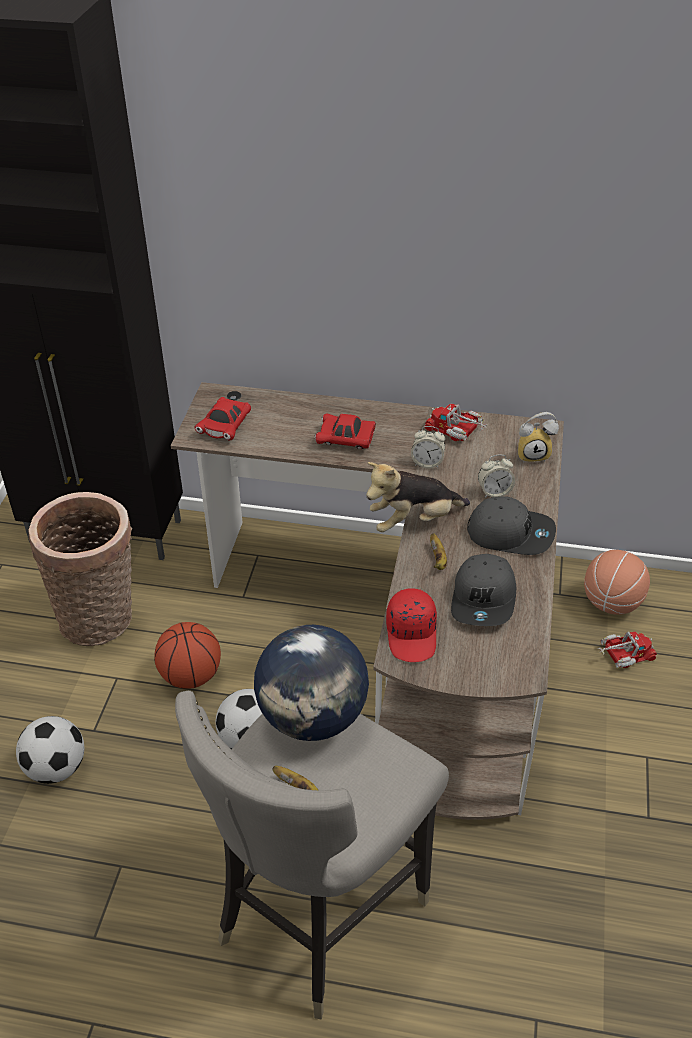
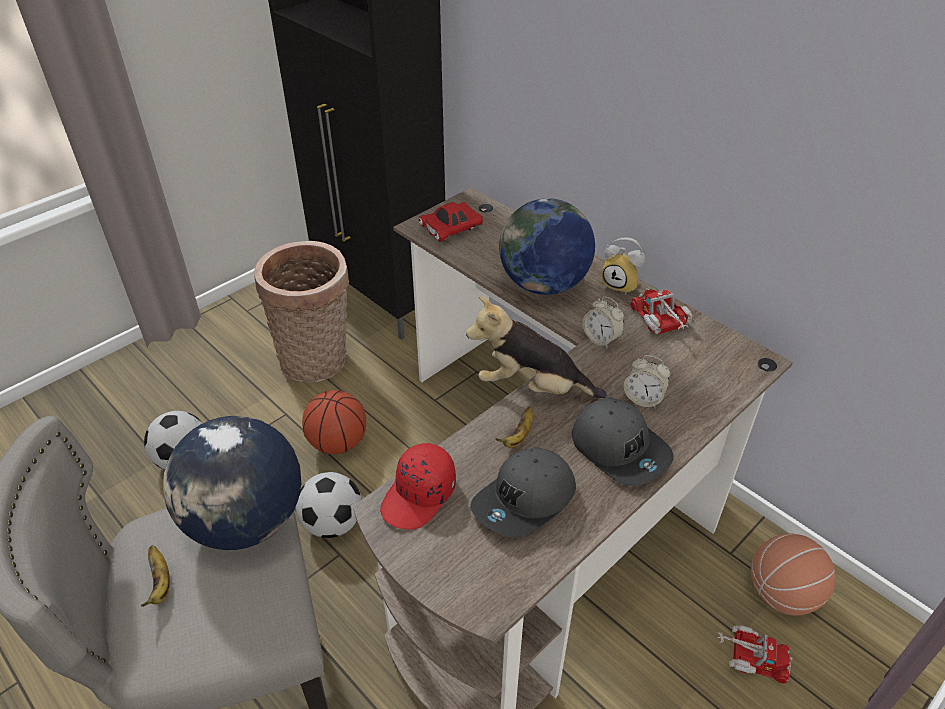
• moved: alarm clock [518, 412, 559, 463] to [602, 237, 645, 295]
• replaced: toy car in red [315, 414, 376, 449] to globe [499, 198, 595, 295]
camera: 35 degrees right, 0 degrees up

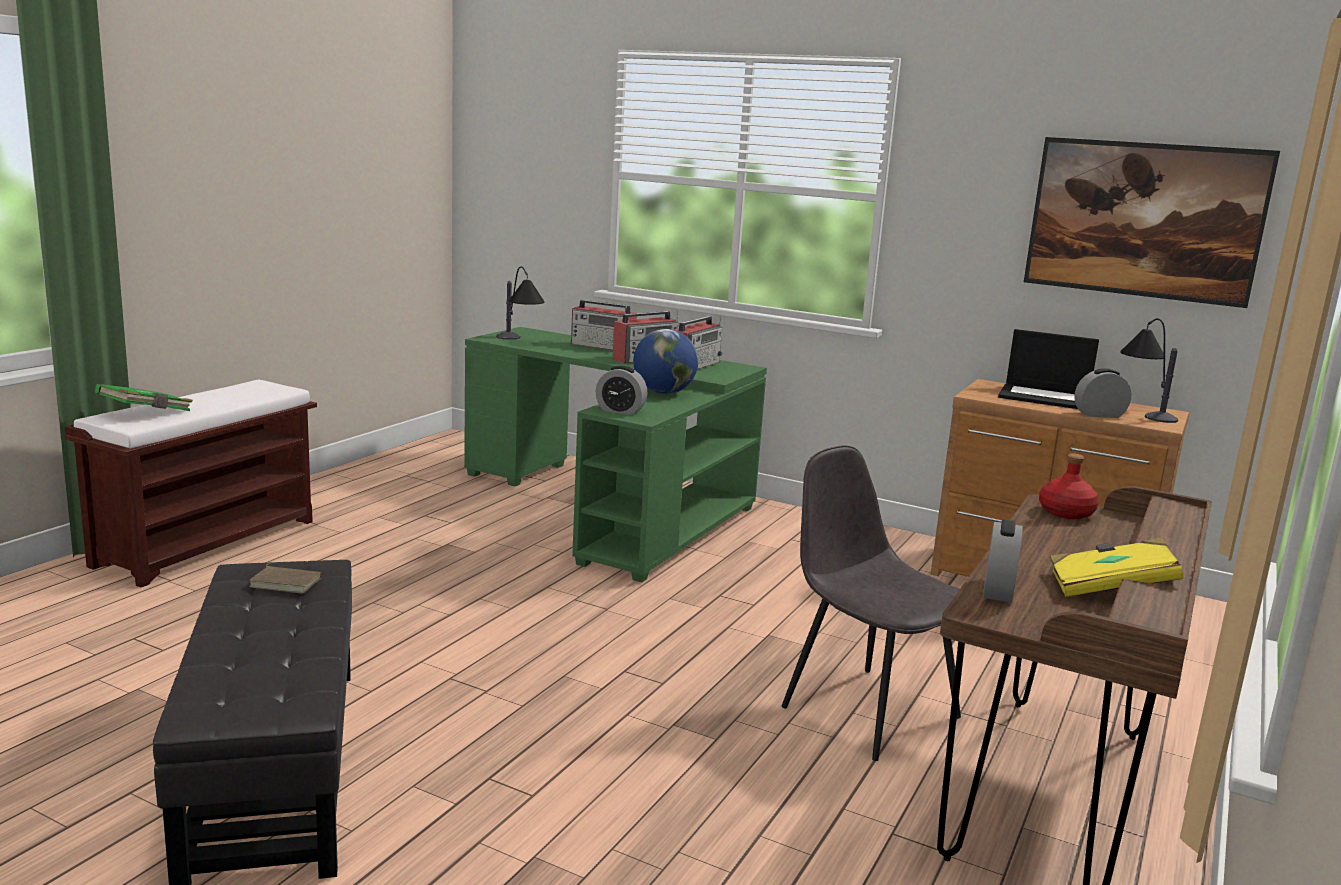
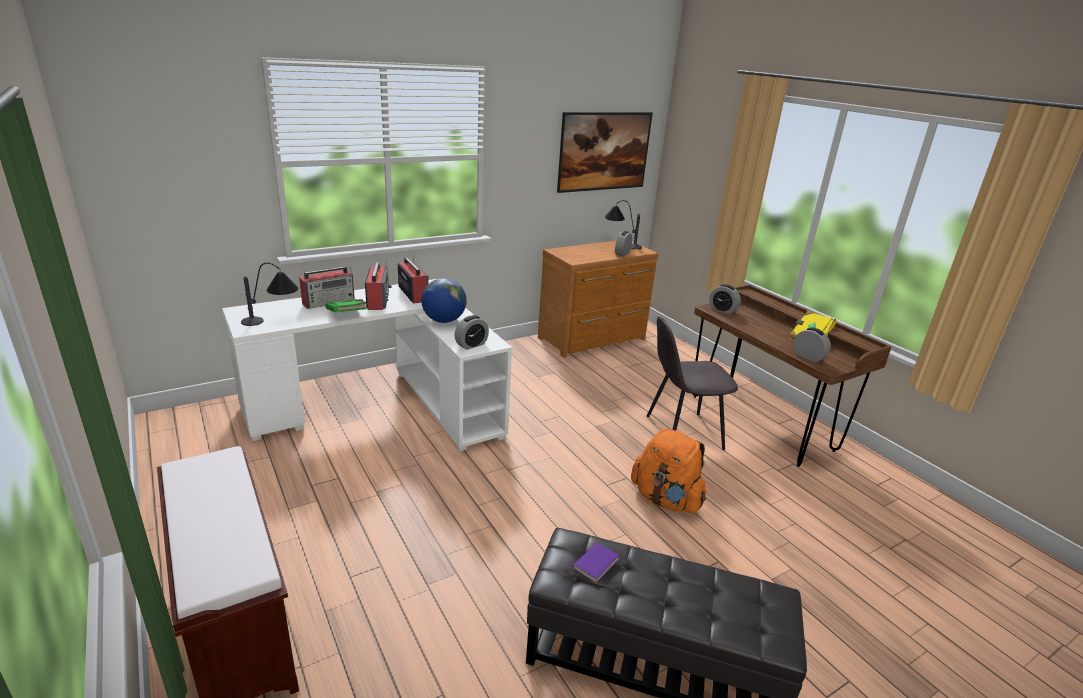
• recoloured: desk in green [464, 327, 767, 583] to desk in white [222, 279, 512, 452]
• removed: laptop [998, 329, 1099, 409]
• moved: book in green [95, 384, 193, 411] to [325, 299, 367, 312]
• replaced: bottle in red [1039, 453, 1099, 519] to alarm clock [709, 284, 741, 314]
• recoloured: book in brown [249, 562, 322, 594] to book in purple [565, 543, 619, 583]
• added: backpack in orange [631, 429, 706, 513]
camera: 60 degrees left, 10 degrees up

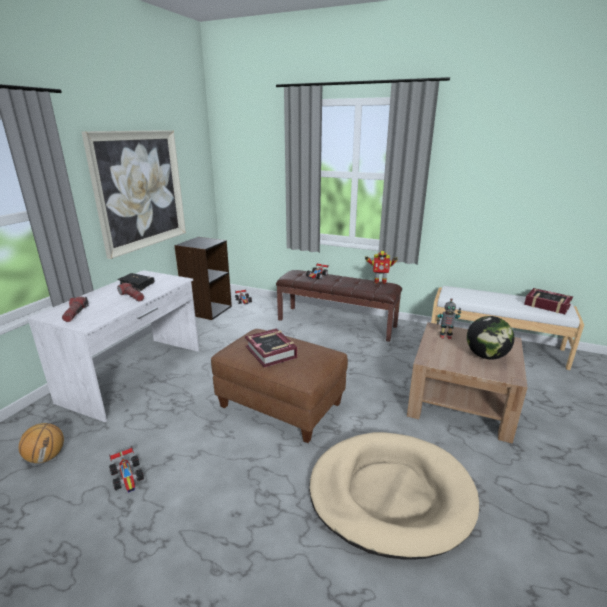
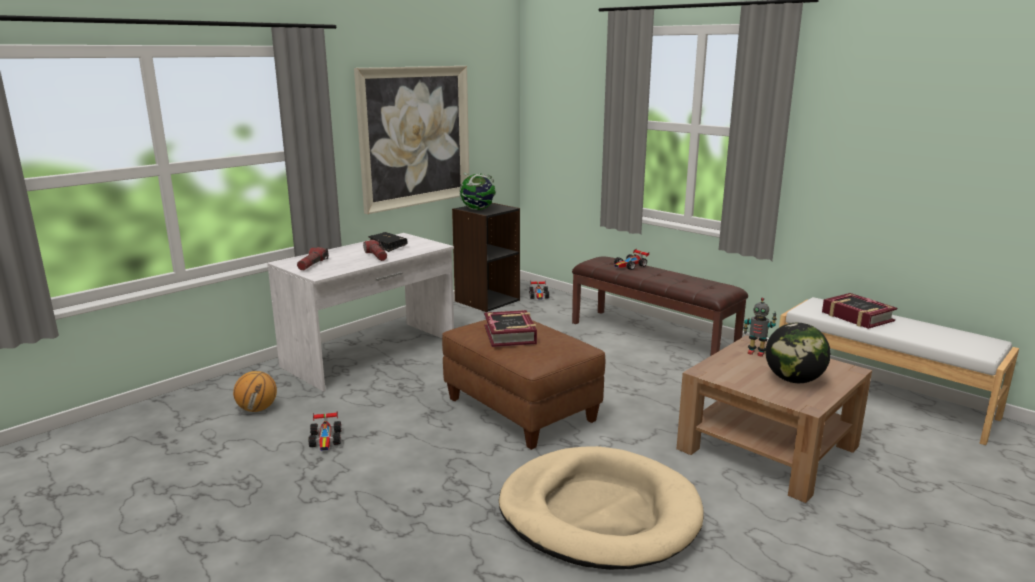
• removed: toy robot [365, 251, 398, 284]
• moved: book [524, 288, 573, 314] to [822, 293, 897, 329]
• added: globe [459, 172, 496, 210]
camera: 20 degrees right, 5 degrees down

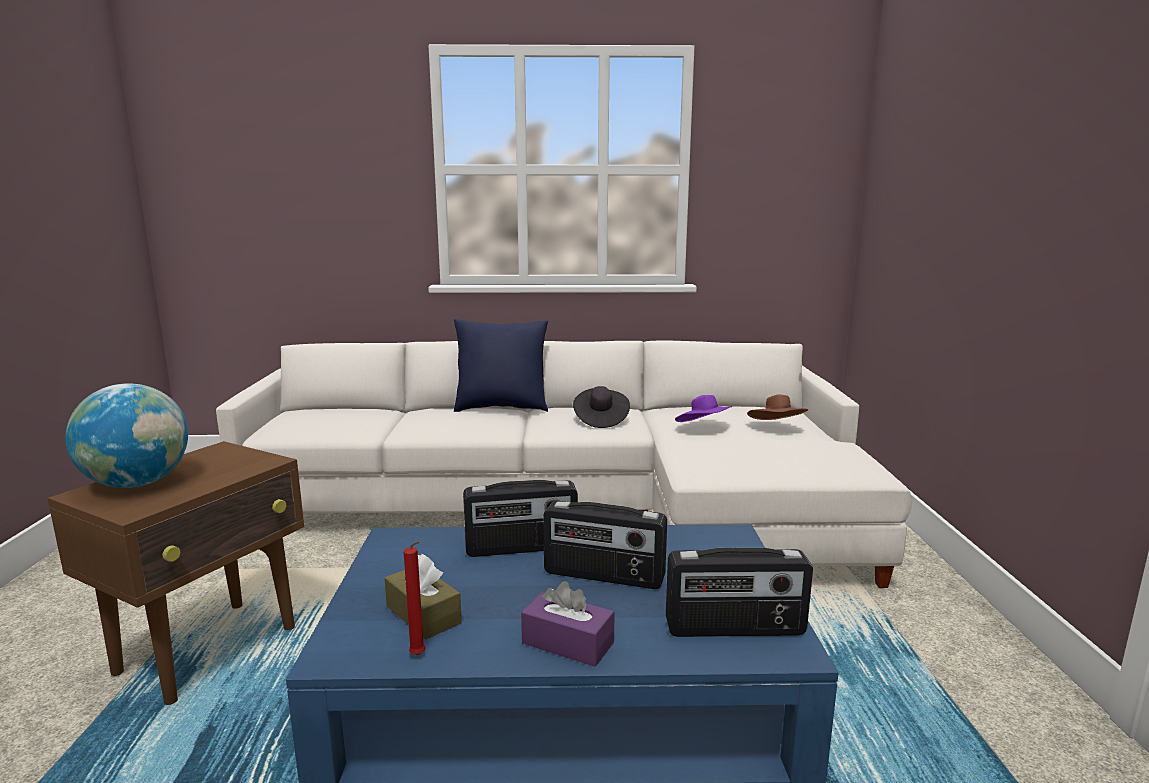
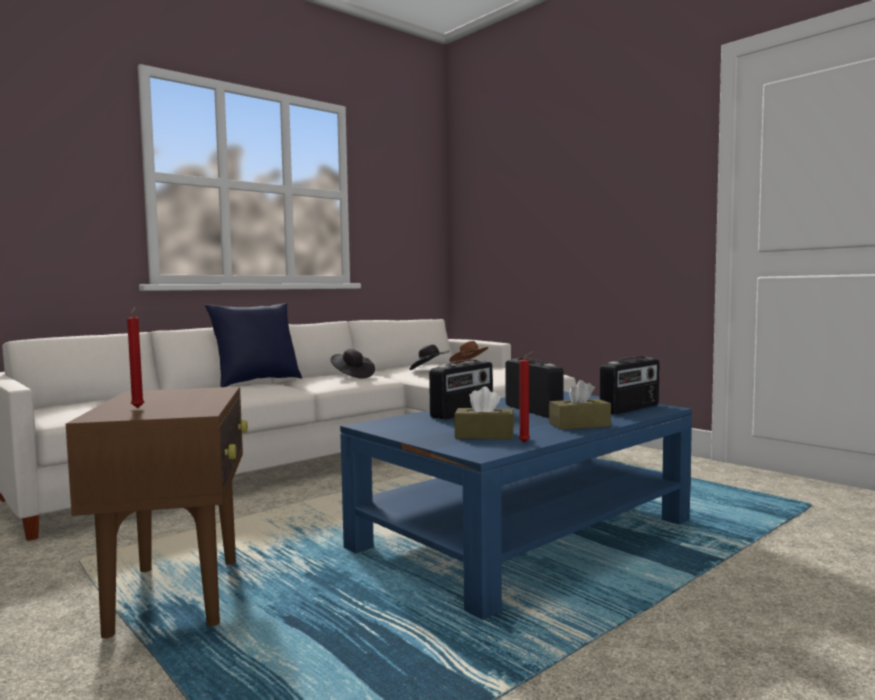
• replaced: globe [65, 383, 188, 488] to candle in red [127, 308, 144, 408]
• recoloured: hat in purple [675, 395, 733, 422] to hat in black [410, 345, 450, 370]
• turned: radio [543, 501, 667, 589] = [505, 358, 564, 418] 90 degrees counterclockwise
• recoloured: tissue box in purple [521, 581, 615, 667] to tissue box in brown [549, 380, 611, 430]
camera: 40 degrees left, 10 degrees down

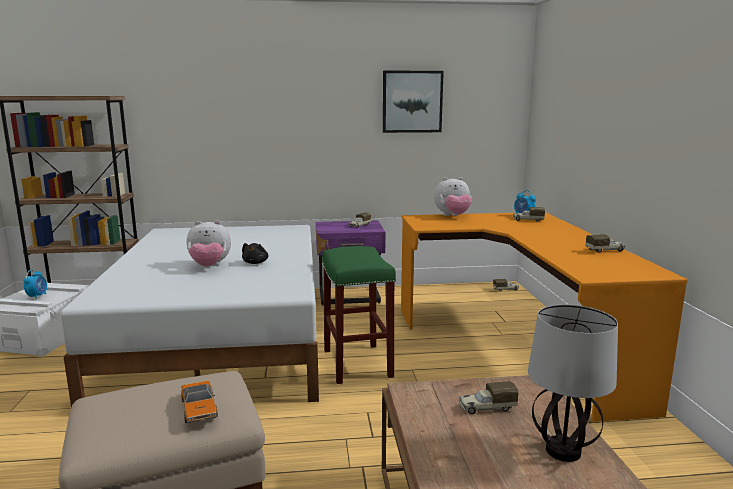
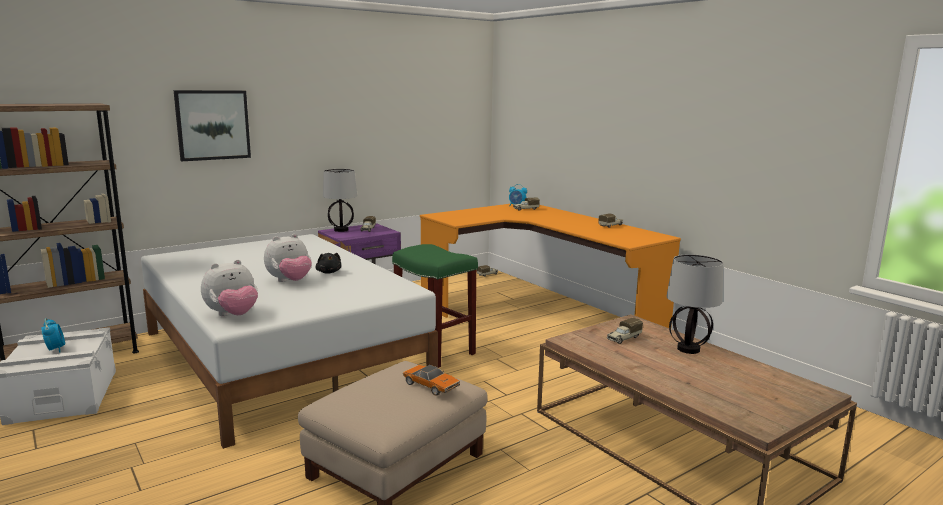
• moved: picture [383, 70, 444, 133] to [174, 90, 251, 161]
• moved: plush toy [434, 177, 472, 216] to [201, 260, 258, 316]
• added: table lamp [323, 169, 357, 232]
camera: 30 degrees left, 0 degrees up

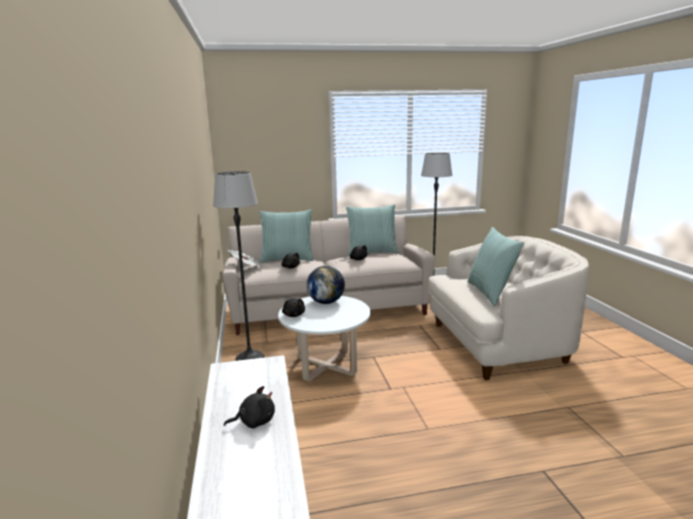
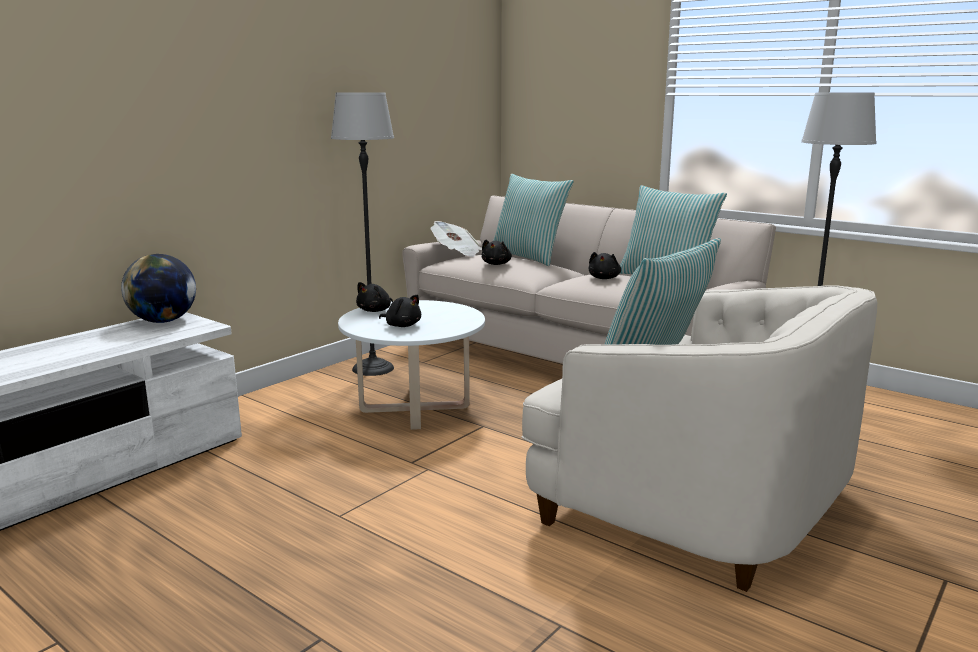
• moved: globe [307, 266, 345, 304] to [121, 254, 196, 323]
• moved: plush toy in black [224, 386, 275, 428] to [379, 295, 421, 327]
camera: 50 degrees right, 0 degrees up

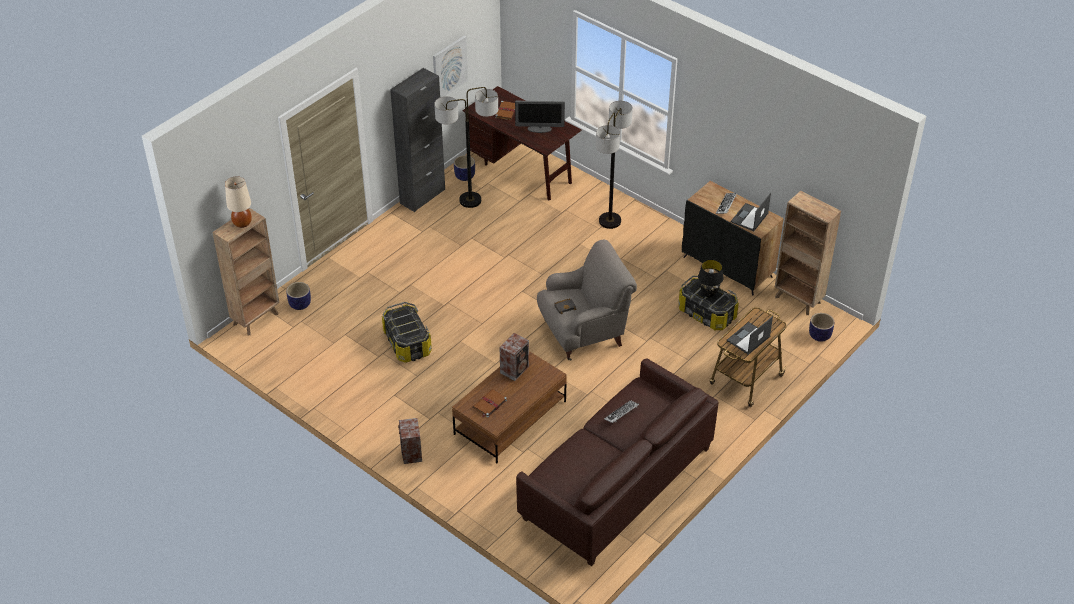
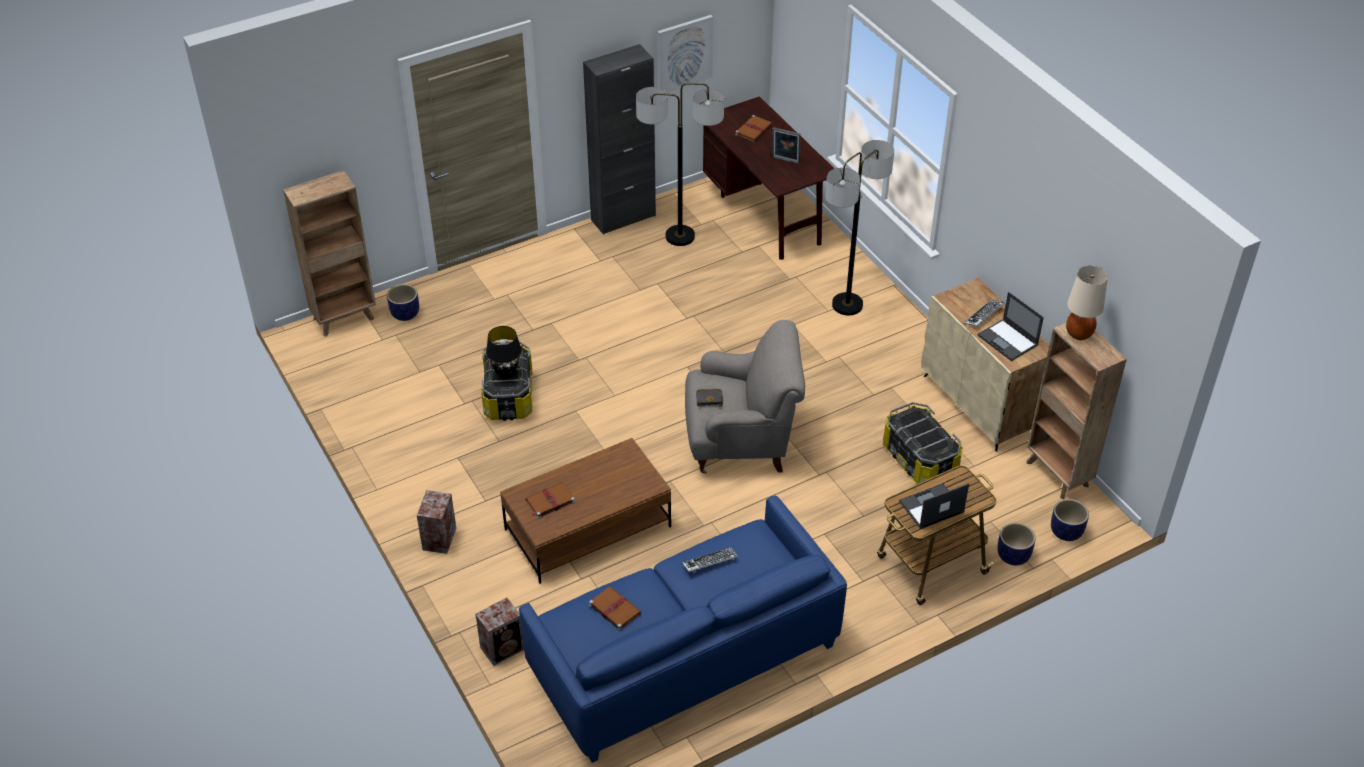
• replaced: monitor [515, 101, 565, 133] to picture frame [772, 127, 801, 164]
• moved: planter [454, 155, 475, 181] to [997, 523, 1036, 566]
• moved: table lamp in beige [225, 176, 252, 228] to [1066, 266, 1108, 340]
• recoloured: cabinet in black [682, 181, 784, 295] to cabinet in beige [921, 278, 1049, 452]
• turned: laptop [731, 193, 771, 231] = [978, 292, 1044, 361] 90 degrees counterclockwise
• moved: table lamp in black [698, 259, 724, 297] to [486, 326, 521, 379]
• moved: speaker [499, 333, 529, 381] to [475, 598, 524, 666]
• recoloured: sofa in brown [516, 358, 719, 566] to sofa in blue [519, 496, 847, 763]
• added: book in brown [589, 586, 641, 631]
camera: 20 degrees right, 0 degrees up

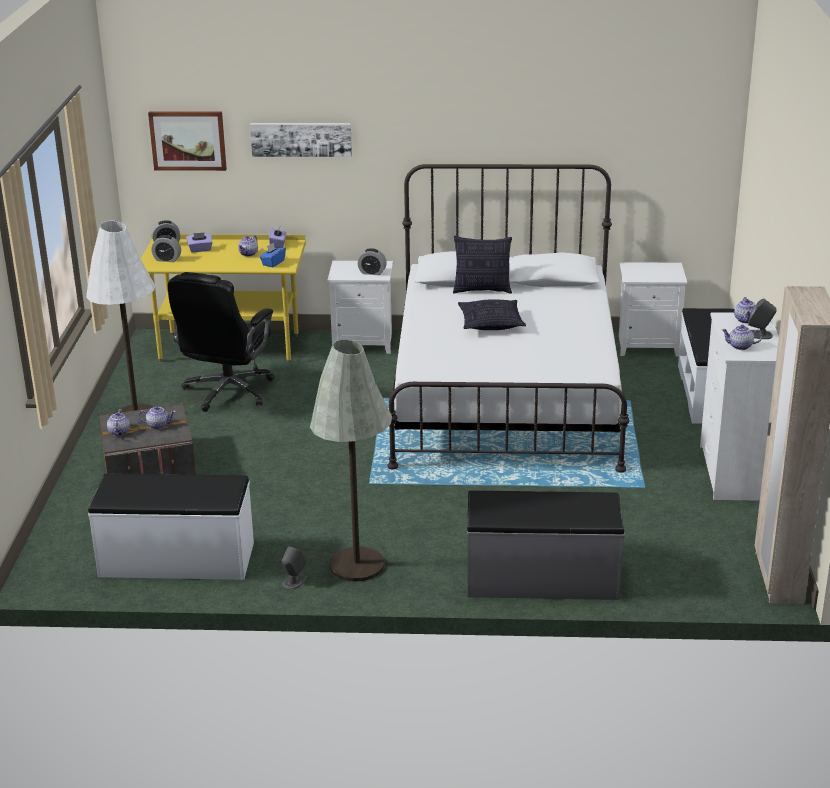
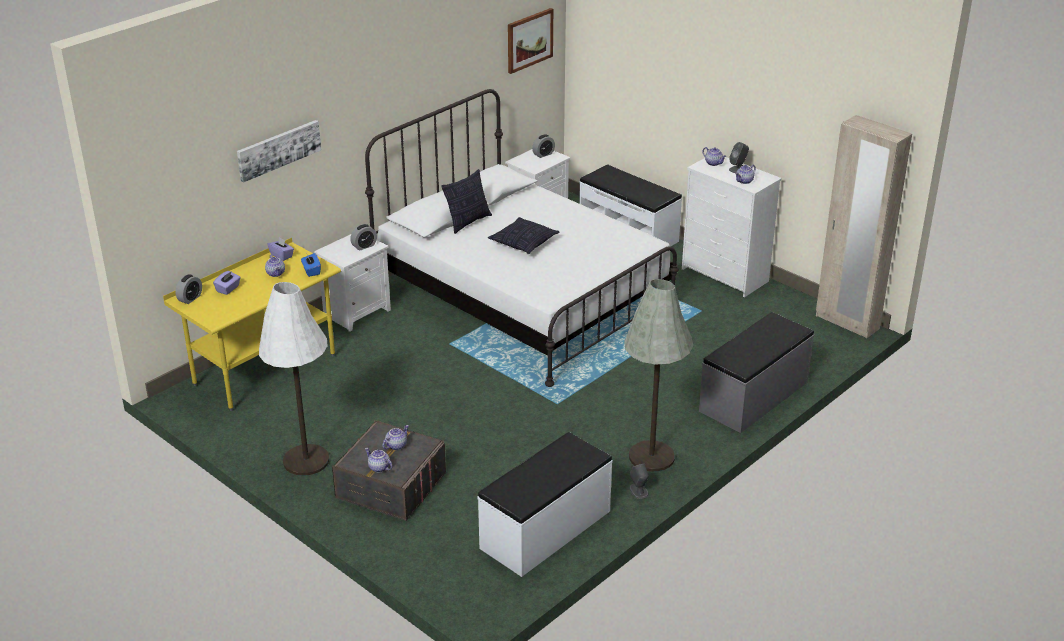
• moved: picture [148, 111, 227, 171] to [508, 8, 553, 74]
• moved: alarm clock [151, 235, 181, 262] to [532, 134, 555, 158]
• removed: office chair in black [168, 272, 275, 412]
camera: 50 degrees left, 5 degrees up

